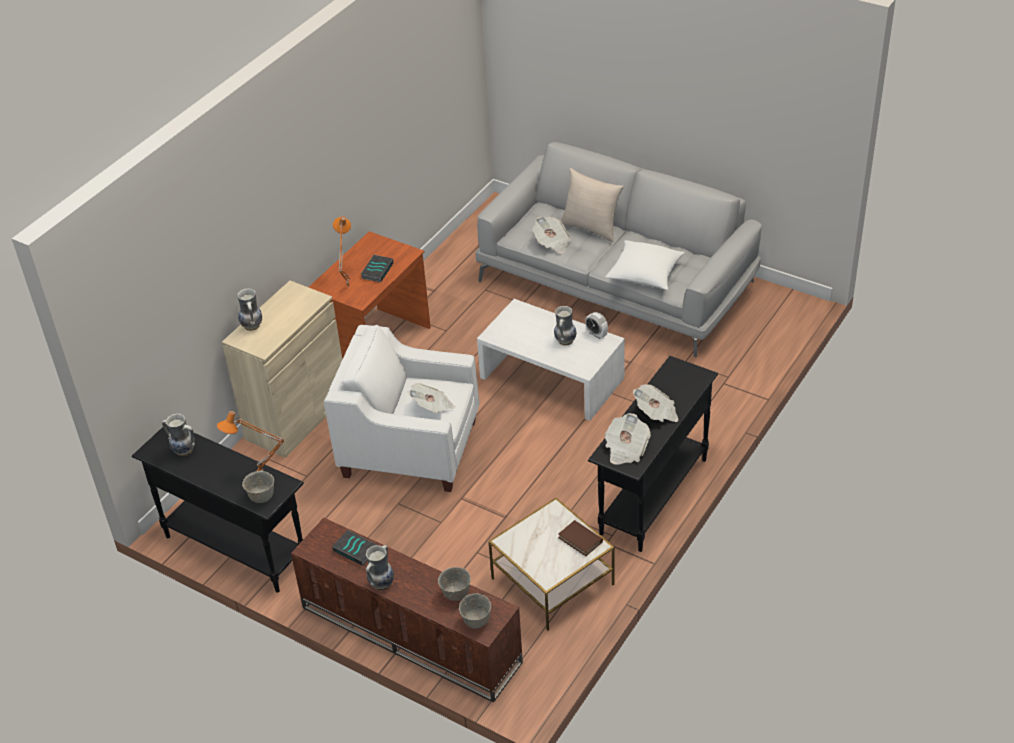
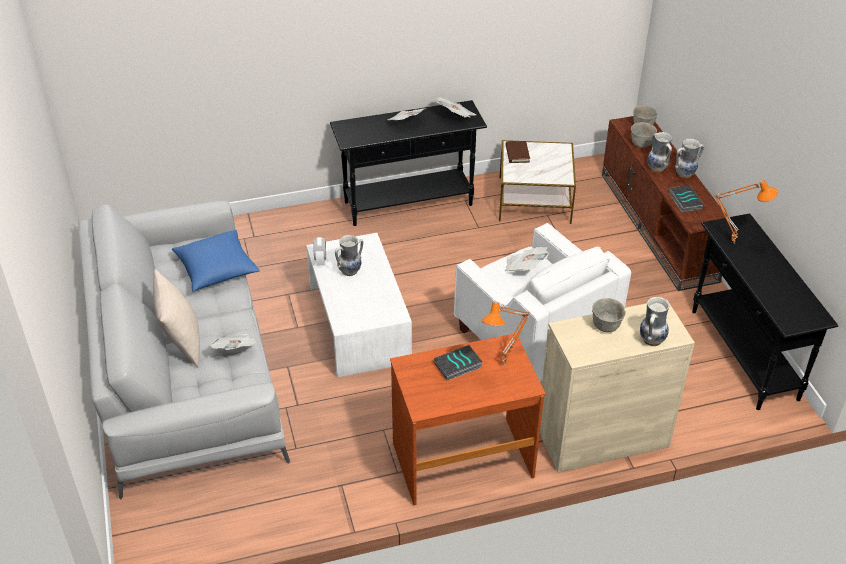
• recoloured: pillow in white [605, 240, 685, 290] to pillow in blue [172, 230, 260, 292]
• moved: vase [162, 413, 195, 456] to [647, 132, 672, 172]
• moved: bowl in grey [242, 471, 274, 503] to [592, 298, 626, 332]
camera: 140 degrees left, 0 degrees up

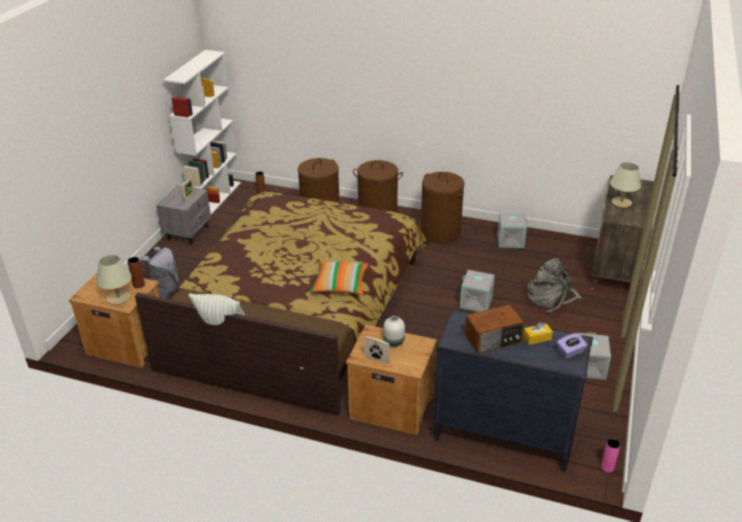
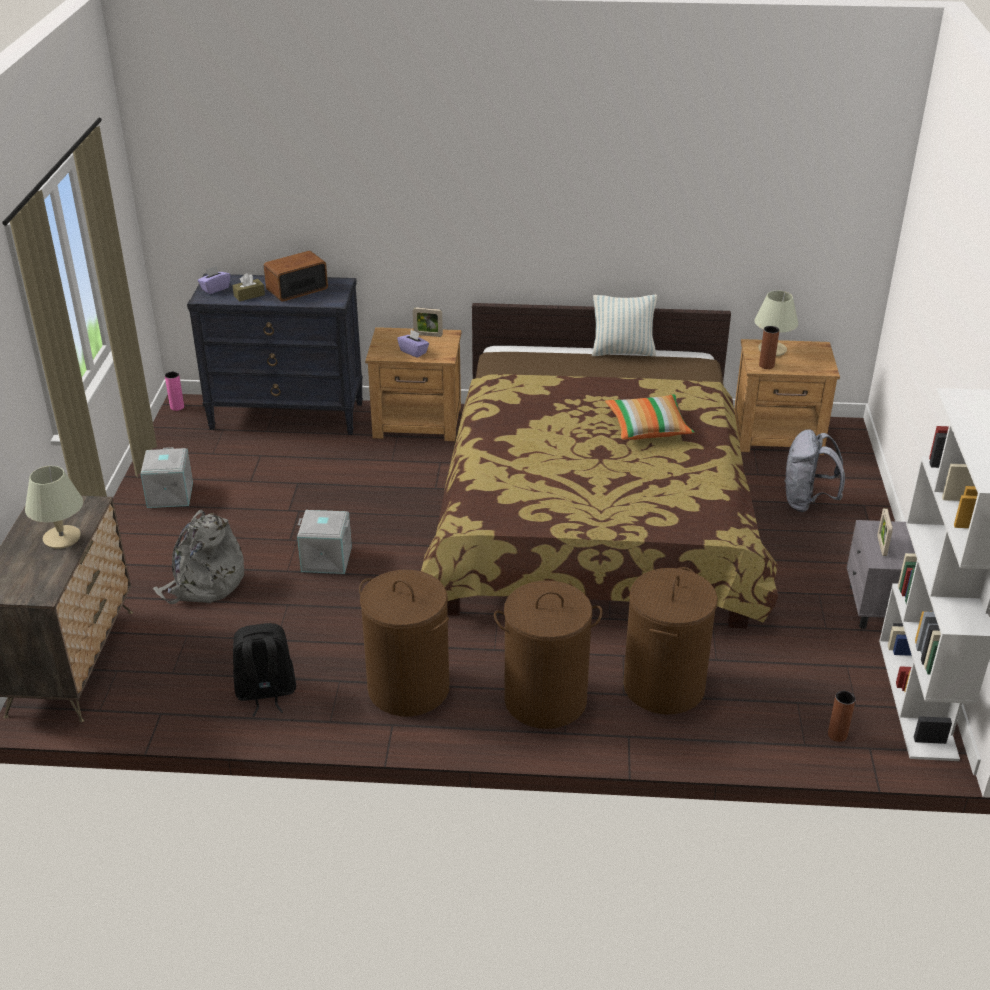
• replaced: storage box in grey [497, 213, 528, 248] to backpack in black [233, 623, 296, 717]
• moved: pillow [310, 261, 368, 295] to [605, 394, 694, 440]
• replaced: vase in white [383, 316, 405, 347] to tissue box in purple [397, 330, 429, 358]
• recoloured: tissue box in yellow [523, 322, 553, 345] to tissue box in brown [232, 273, 265, 302]
camera: 165 degrees right, 0 degrees up

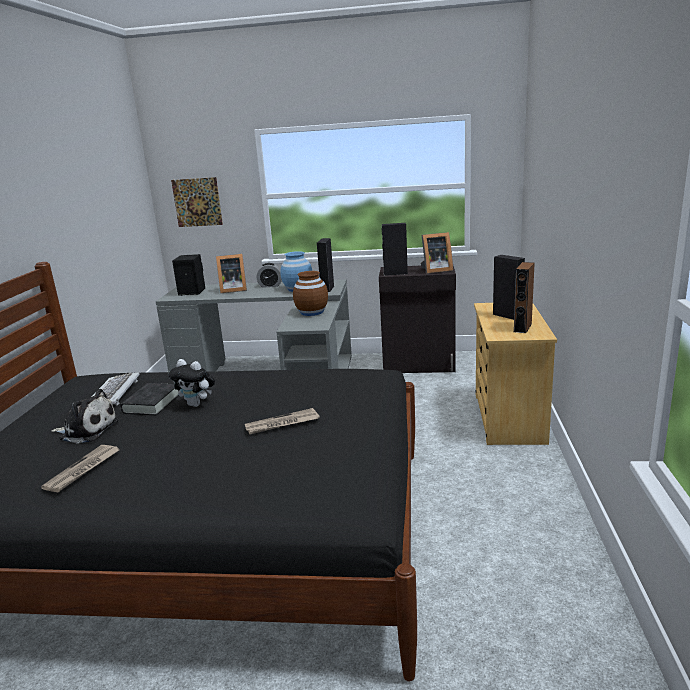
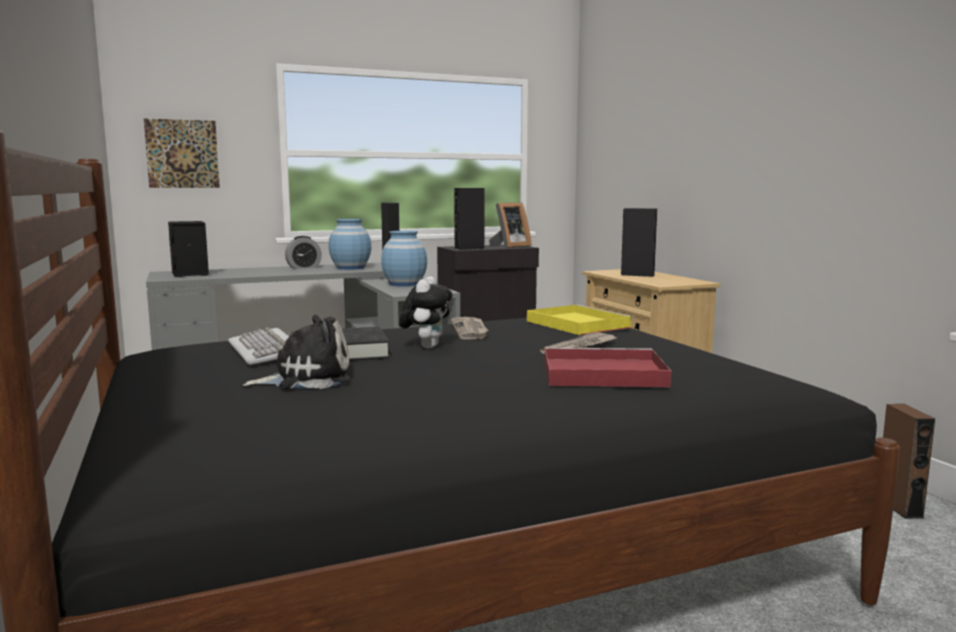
• removed: picture frame [216, 254, 247, 293]
• moved: speaker in brown [514, 262, 535, 333] to [883, 404, 935, 519]
• recoloured: vase in brown [293, 271, 328, 316] to vase in blue [381, 231, 427, 287]
• turned: plush toy [169, 359, 215, 407] = [399, 276, 452, 349] 75 degrees counterclockwise
• moved: newspaper [41, 445, 119, 492] to [451, 317, 488, 339]
• added: tray in yellow [527, 304, 633, 335]
• added: tray in red [544, 348, 671, 387]
camera: 30 degrees left, 10 degrees down

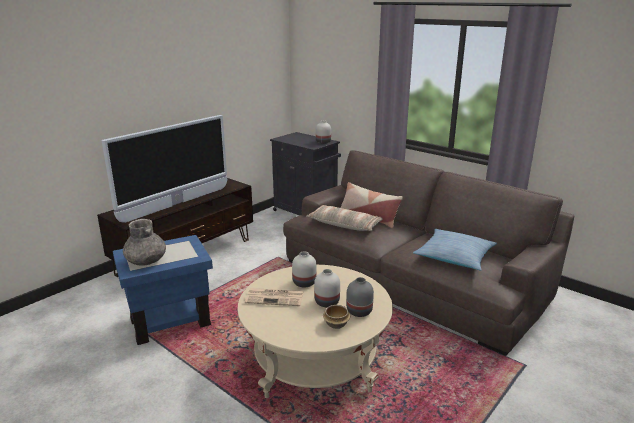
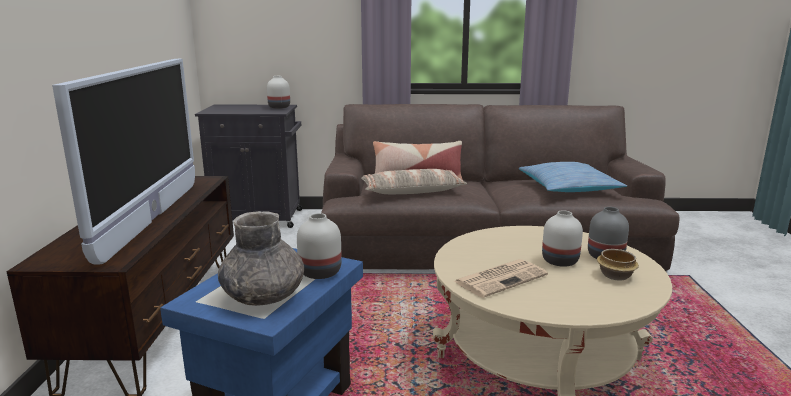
• moved: vase in white [292, 251, 316, 288] to [297, 213, 342, 279]
camera: 40 degrees left, 5 degrees down

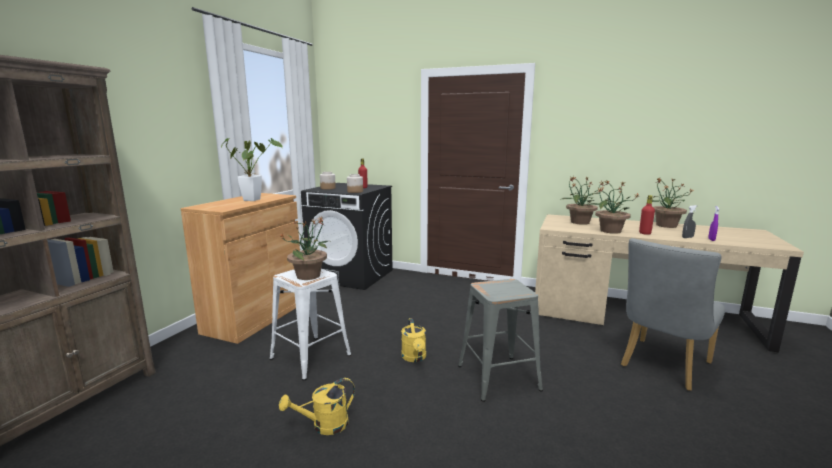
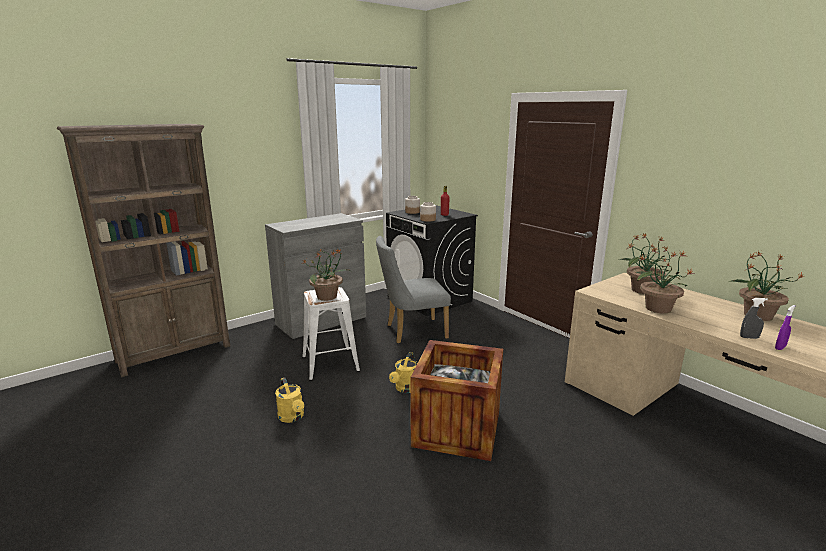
• removed: potted plant [221, 138, 282, 201]
• recoloured: cabinet in brown [181, 193, 300, 344] to cabinet in grey [265, 213, 366, 339]
• removed: bottle in red [639, 195, 655, 235]
• moved: chair in grey [621, 238, 725, 391] to [376, 236, 451, 344]
• replaced: stool in grey [458, 279, 543, 402] to crate [411, 340, 503, 461]
• turned: watering can in yellow [279, 378, 355, 435] = [275, 377, 304, 423] 120 degrees counterclockwise
camera: 30 degrees right, 5 degrees up

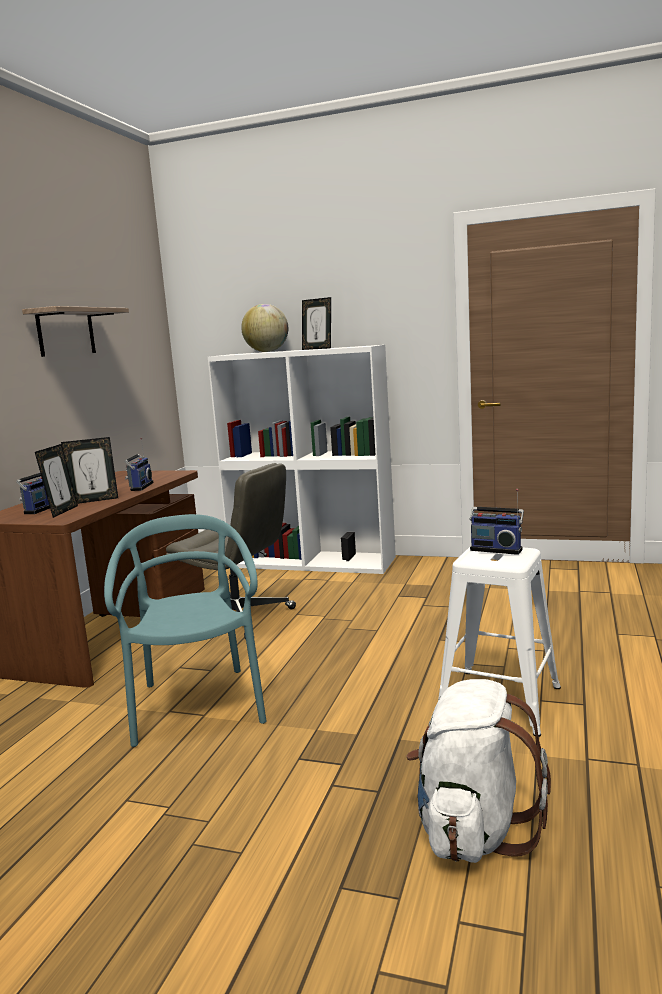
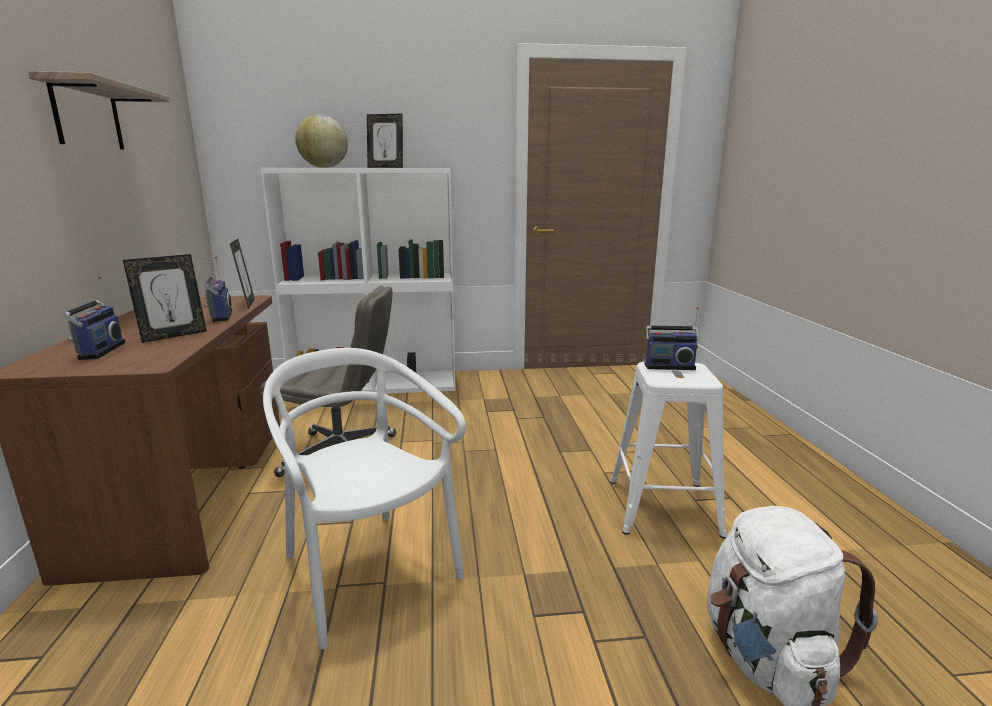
• moved: picture frame [35, 444, 78, 518] to [230, 239, 255, 309]
• recoloured: chair in turquoise [104, 514, 266, 747] to chair in white [263, 348, 466, 649]
camera: 25 degrees left, 5 degrees up

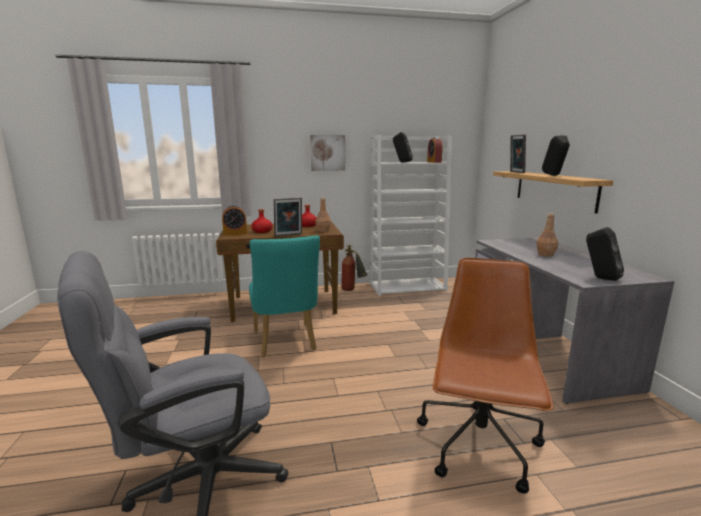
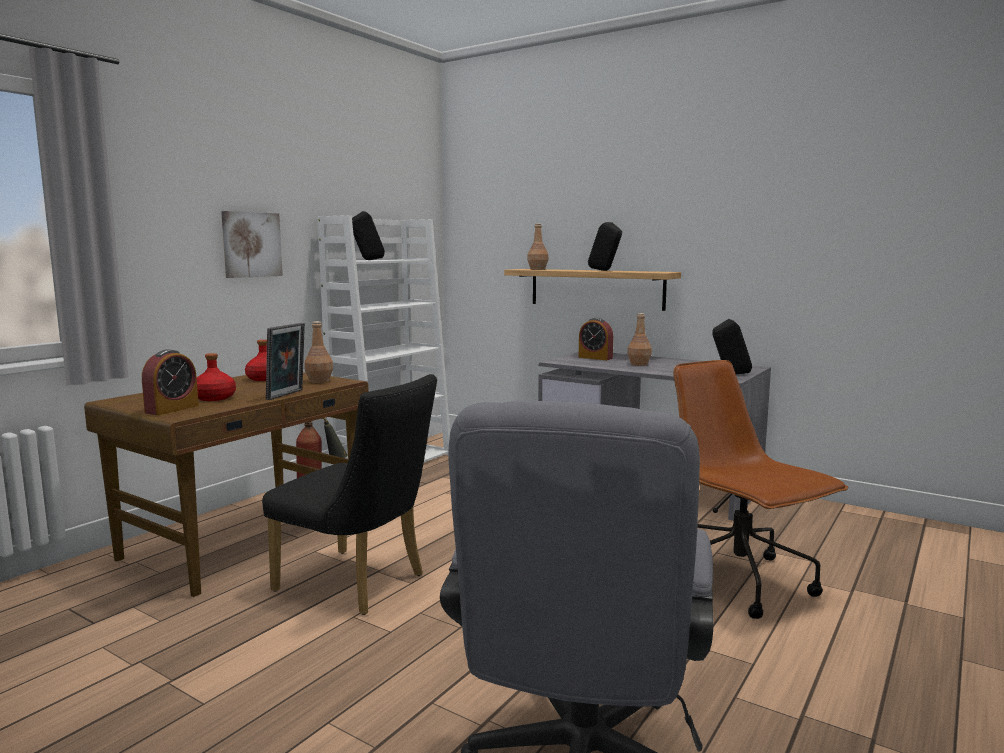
• replaced: picture frame [510, 134, 526, 173] to bottle in brown [527, 223, 548, 270]
• moved: alarm clock [427, 137, 443, 163] to [579, 318, 613, 360]
• recoloured: chair in turquoise [249, 235, 320, 357] to chair in black [262, 374, 437, 615]
camera: 45 degrees left, 5 degrees down

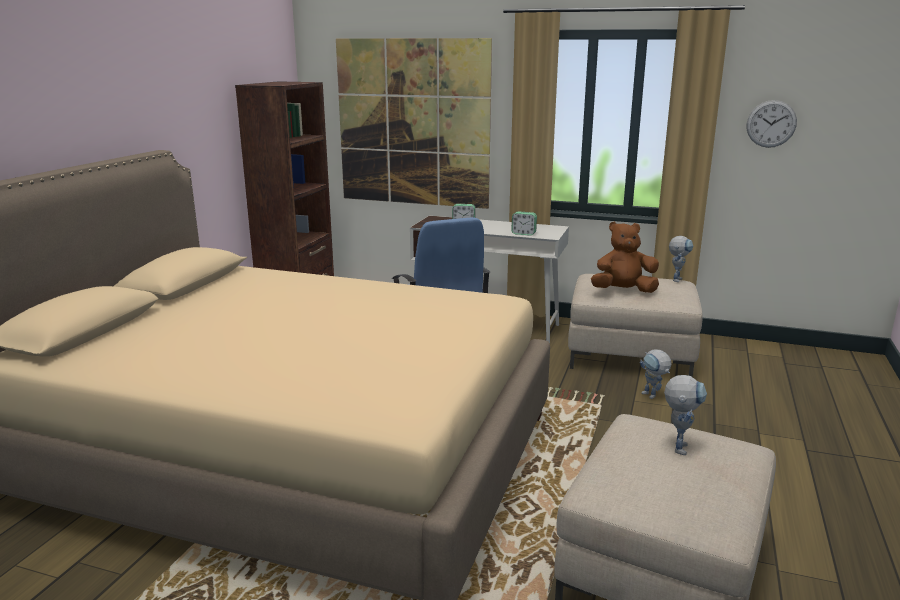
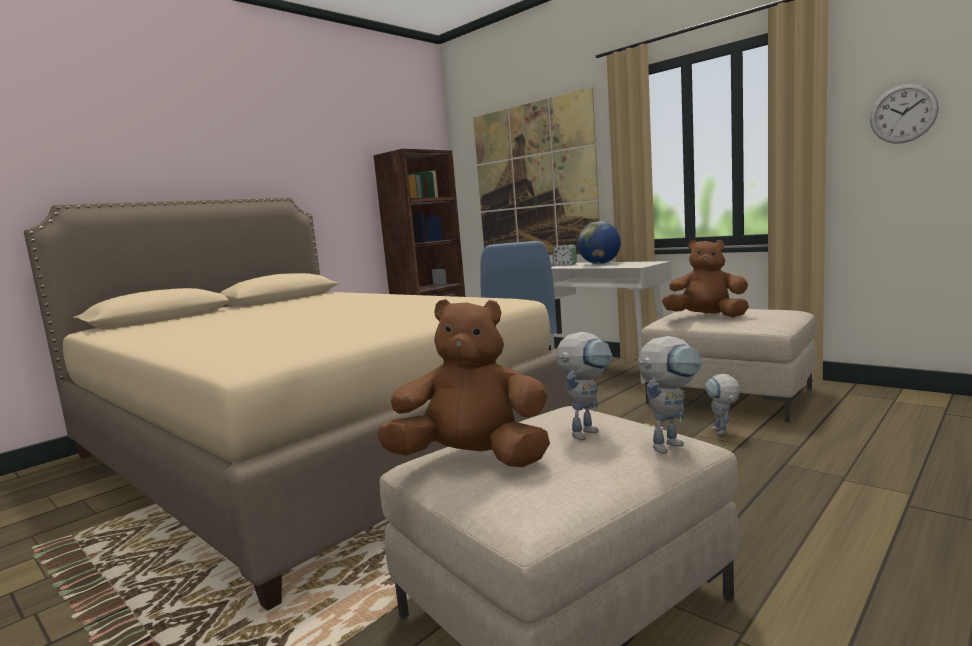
• removed: alarm clock [511, 211, 537, 236]
• moved: toy robot [669, 236, 693, 282] to [638, 336, 702, 454]
• added: globe [578, 221, 621, 264]
• added: plush toy in brown [377, 299, 550, 467]
camera: 25 degrees right, 10 degrees down

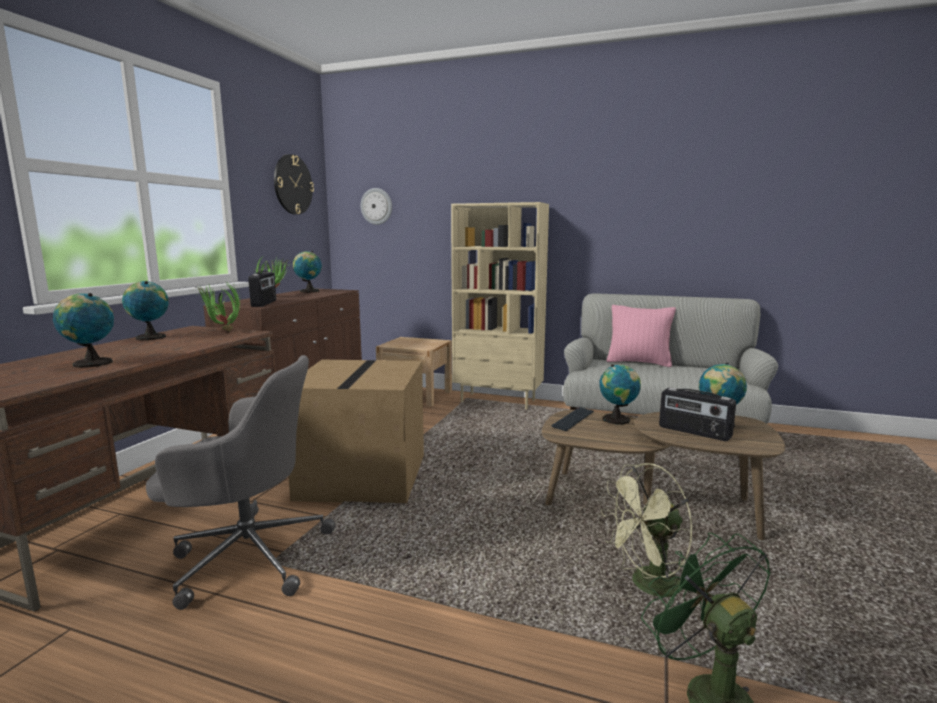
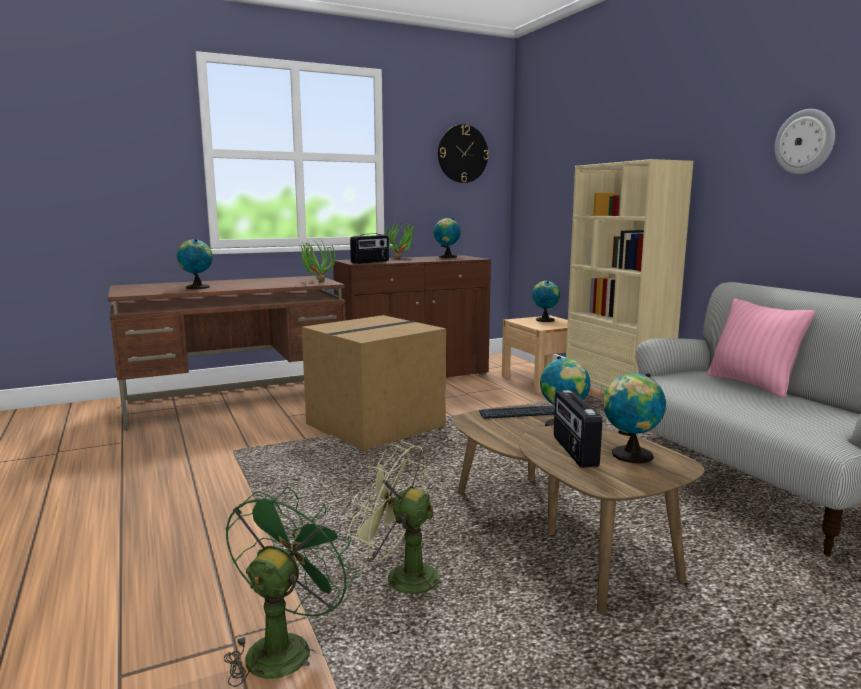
• moved: wall clock [361, 188, 392, 225] to [775, 109, 835, 174]
• moved: globe [122, 281, 169, 340] to [532, 281, 560, 322]
• removed: office chair in grey [146, 355, 335, 610]
camera: 45 degrees right, 0 degrees up

